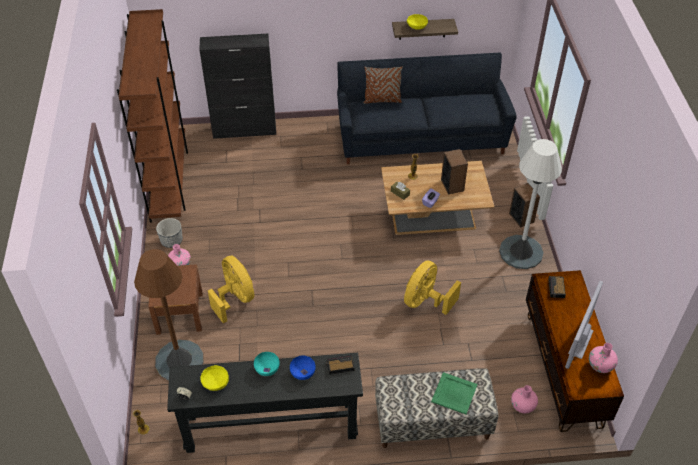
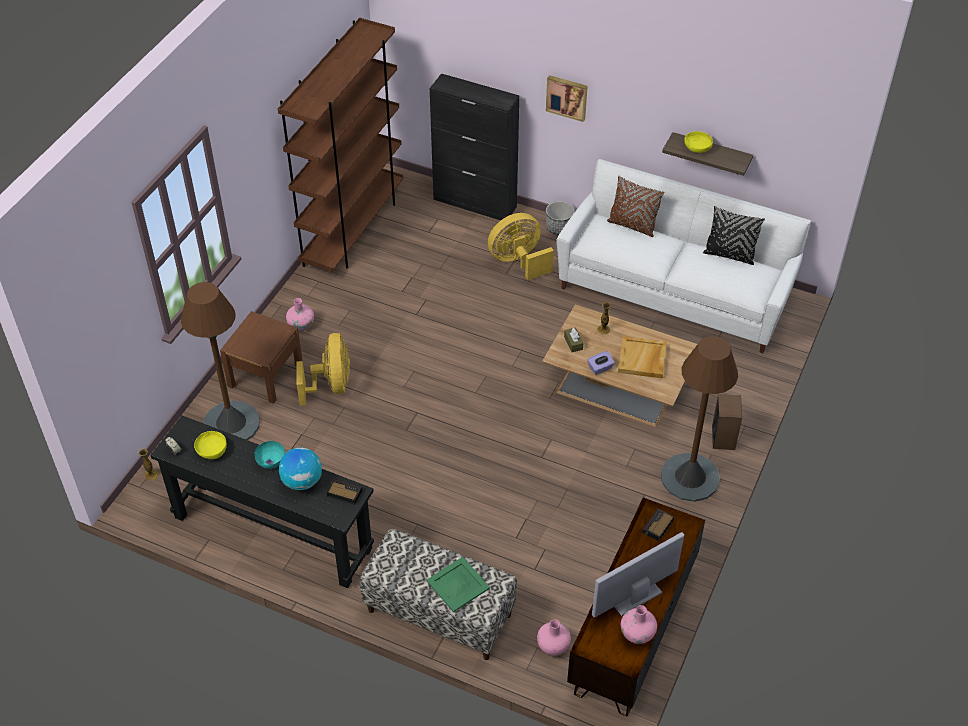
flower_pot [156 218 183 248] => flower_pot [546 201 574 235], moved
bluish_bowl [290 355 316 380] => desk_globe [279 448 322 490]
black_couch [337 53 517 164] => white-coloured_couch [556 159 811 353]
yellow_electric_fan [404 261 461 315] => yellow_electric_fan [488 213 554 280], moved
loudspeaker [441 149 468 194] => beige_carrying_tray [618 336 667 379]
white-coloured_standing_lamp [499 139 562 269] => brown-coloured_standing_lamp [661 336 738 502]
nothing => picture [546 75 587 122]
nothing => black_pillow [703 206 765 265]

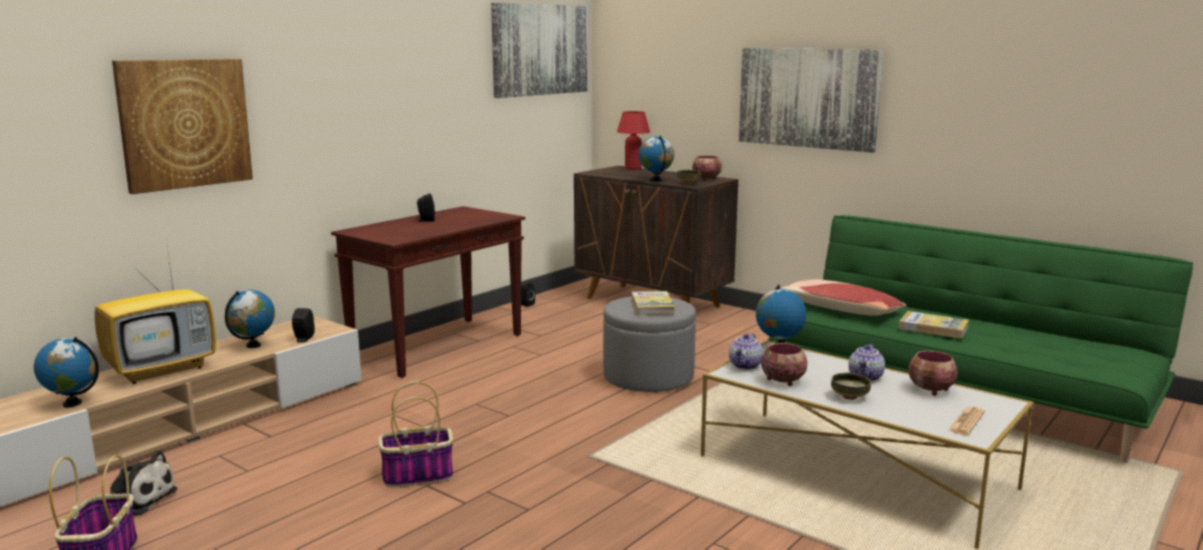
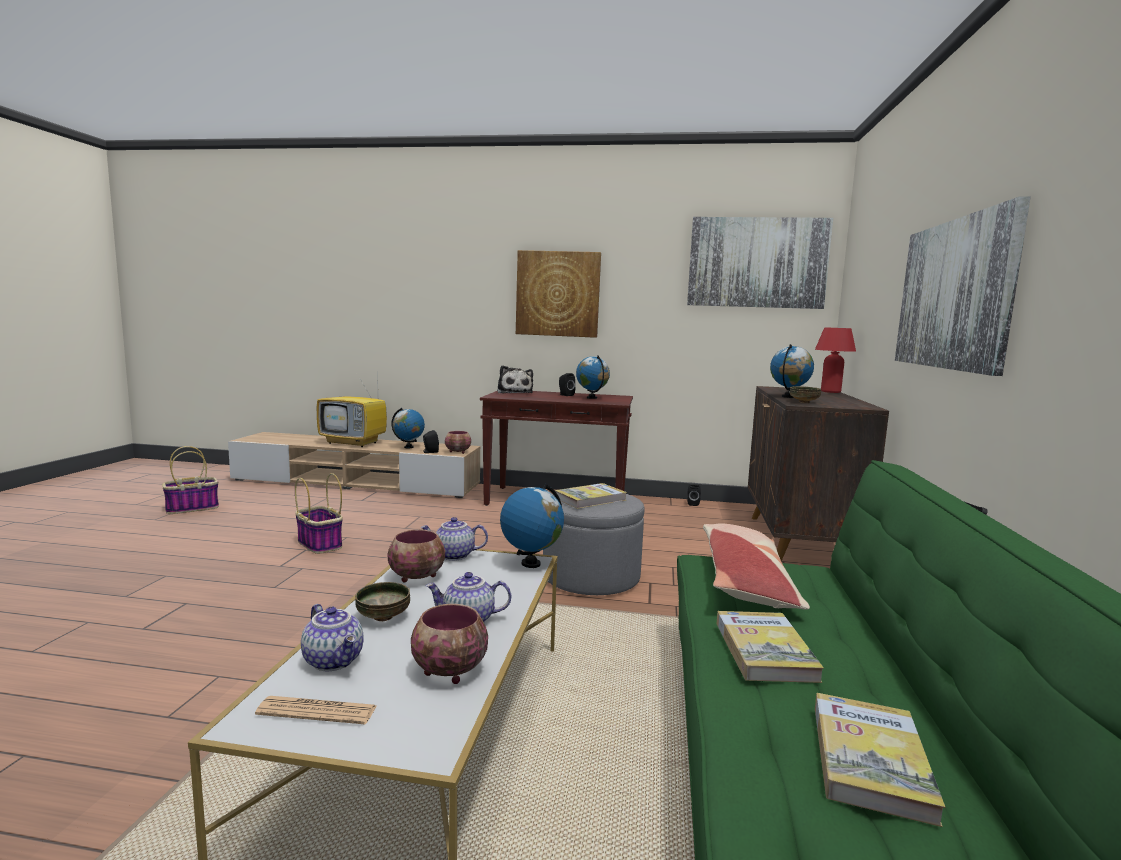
desk_globe [34 337 99 408] => desk_globe [576 355 610 399], moved
cuddly_toy [101 450 177 515] => cuddly_toy [497 365 533 393], moved
picture [112 59 253 194] => picture [516 250 601 338], moved
bowl [693 156 722 180] => bowl [445 431 471 454], moved
nothing => teapot [301 604 363 671]
nothing => book [815 693 945 827]

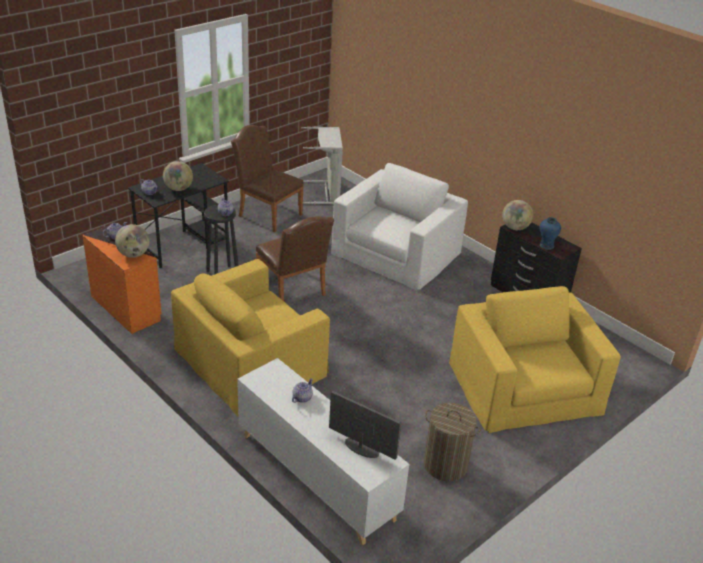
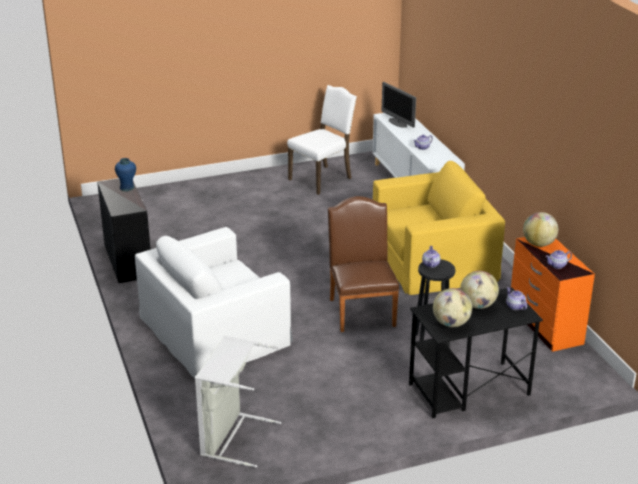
brown-coloured_plain_chair [231 125 304 232] => nothing
hamper [424 403 481 481] => white-coloured_plain_chair [287 85 357 195]
yellow_lounge_chair [449 286 621 433] => nothing
desk_globe [502 200 533 230] => desk_globe [433 288 472 327], moved

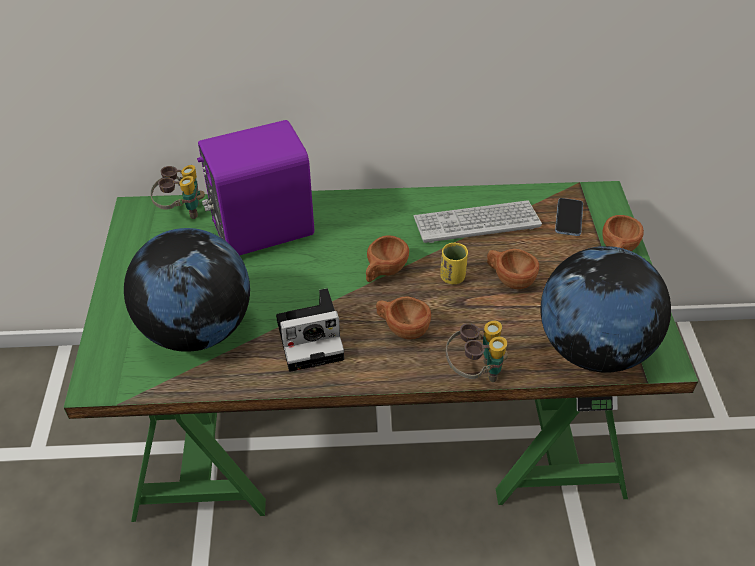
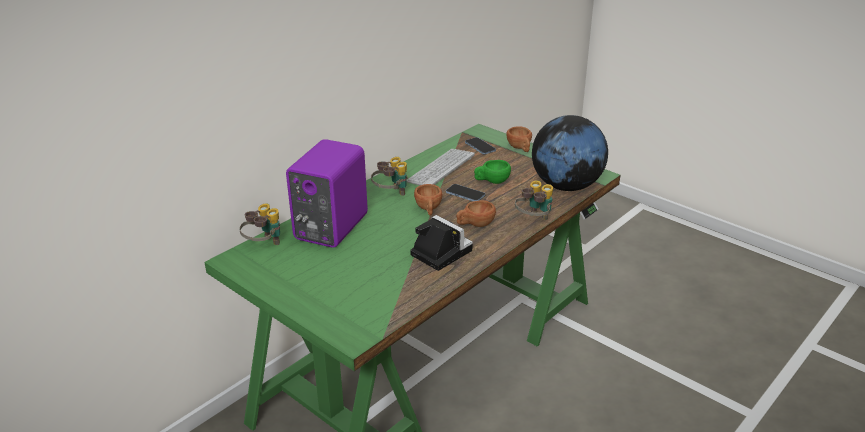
desk_globe [124 228 250 352] => nothing
photo_camera [276 288 344 372] => photo_camera [410 215 473 271], 75 degrees counterclockwise
yellow_cup [440 243 468 284] => handset [446 184 485 201]
brown-coloured_cup [487 249 539 289] => green-coloured_cup [474 160 511 184]
nothing => binoculars [371 157 408 196]

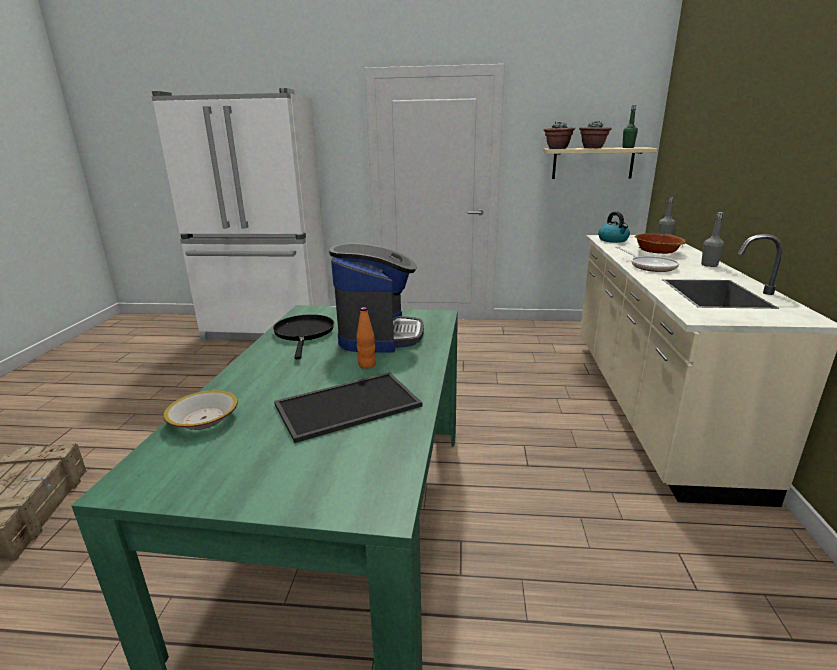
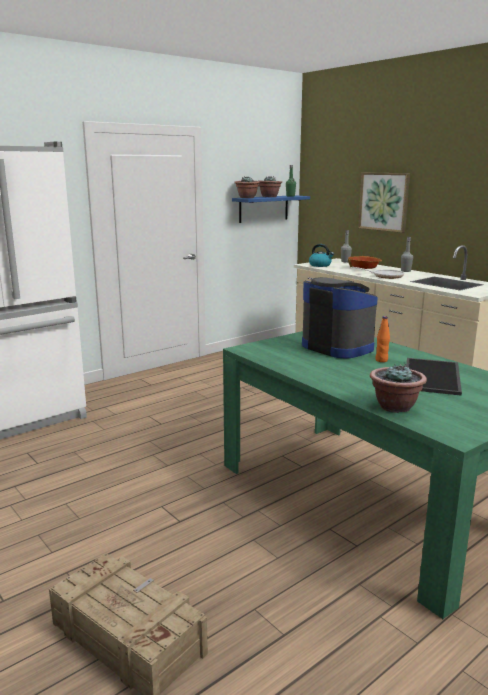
bowl [163 390 238 430] => plant_in_a_pot [370 363 427 413]
black_pan [273 314 334 359] => nothing
beige_bracket_shelf [543 147 657 179] => bluish_bracket_shelf [232 195 310 223]
nothing => picture [358 173 410 233]

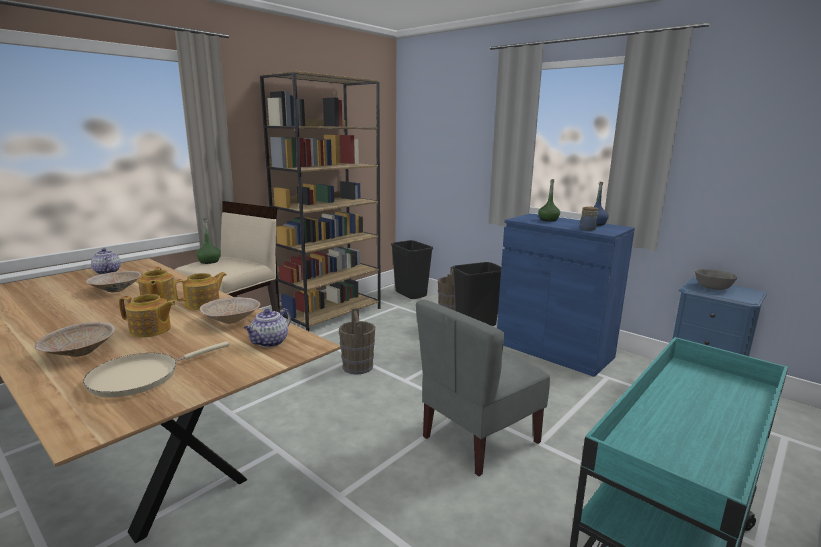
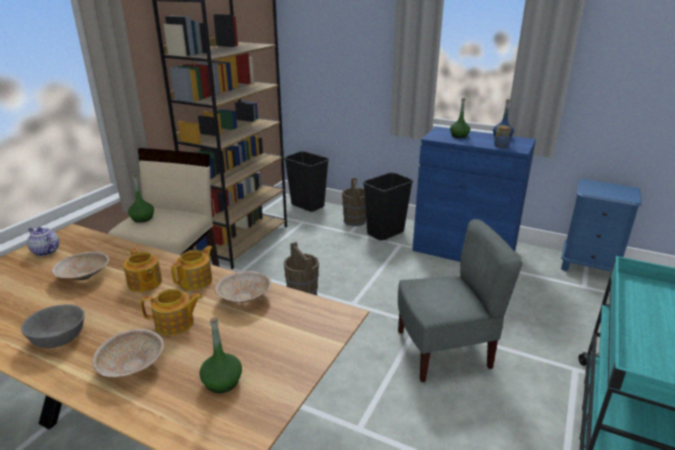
beige_pan [83 341 230 397] => green-coloured_drink_bottle [199 317 242 393]
teapot [244 308 291 347] => nothing
gray_plain_chair [416 300 550 476] => gray_plain_chair [398 219 523 382], 135 degrees counterclockwise
gray_bowl [695 269 738 290] => gray_bowl [21 304 85 348], moved

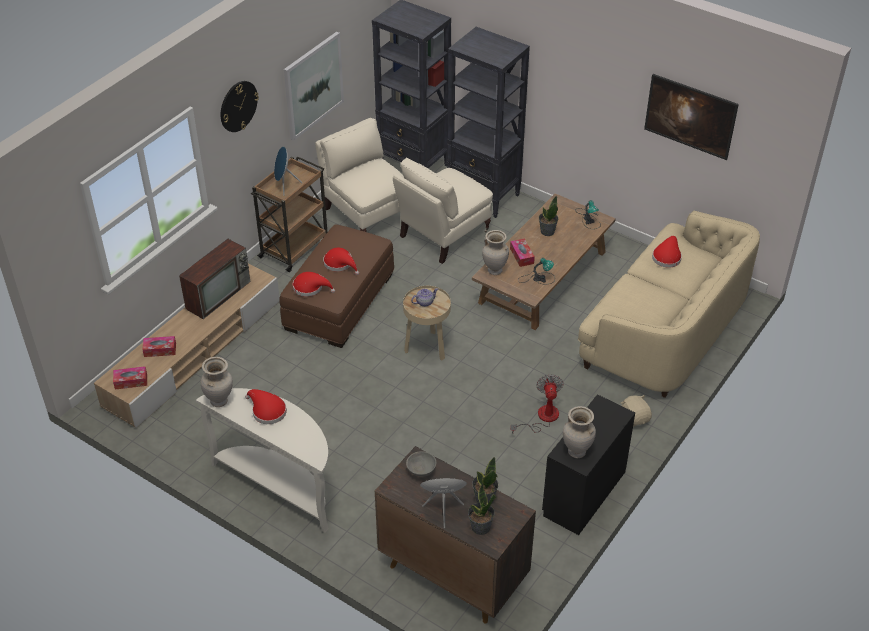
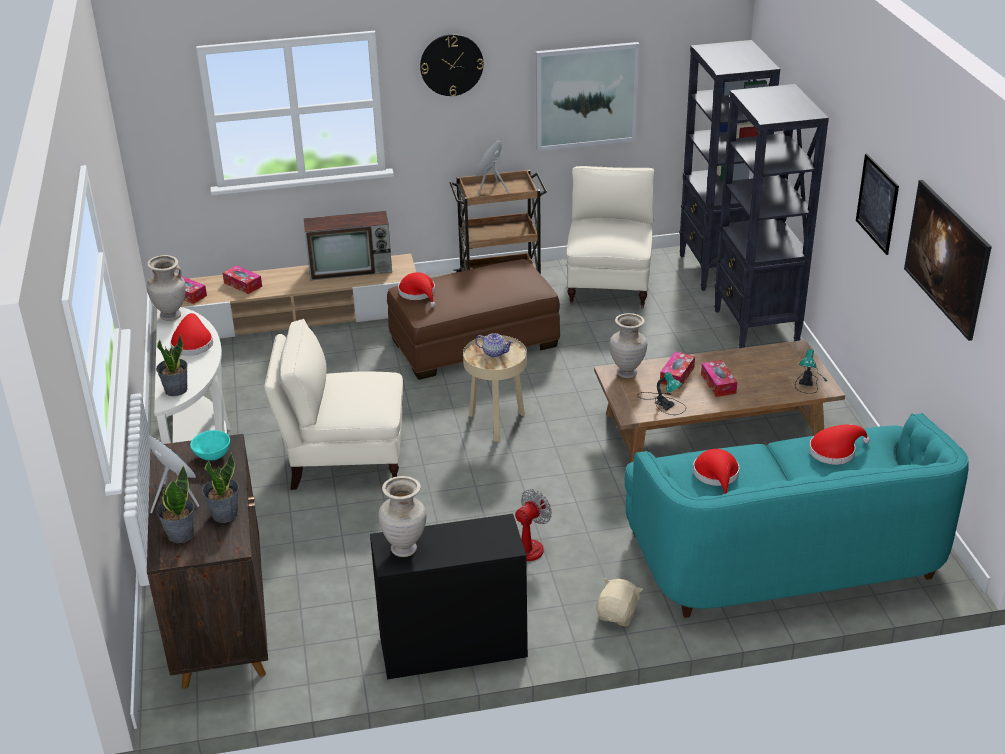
red_clothing_hat [323 248 359 275] => red_clothing_hat [693 449 739 495], moved
beige_lounge_chair [393 157 493 264] => beige_lounge_chair [264 319 403 490], moved
gray_bowl [406 451 436 477] => blue-green_bowl [190 430 230 461]
plant_in_a_pot [539 195 558 236] => plant_in_a_pot [156 334 188 396], moved
beige_couch [578 211 760 398] => blue-green_couch [625 413 969 618]
nothing => tissue_holder [701 360 737 397]
nothing => picture [856 154 899 255]

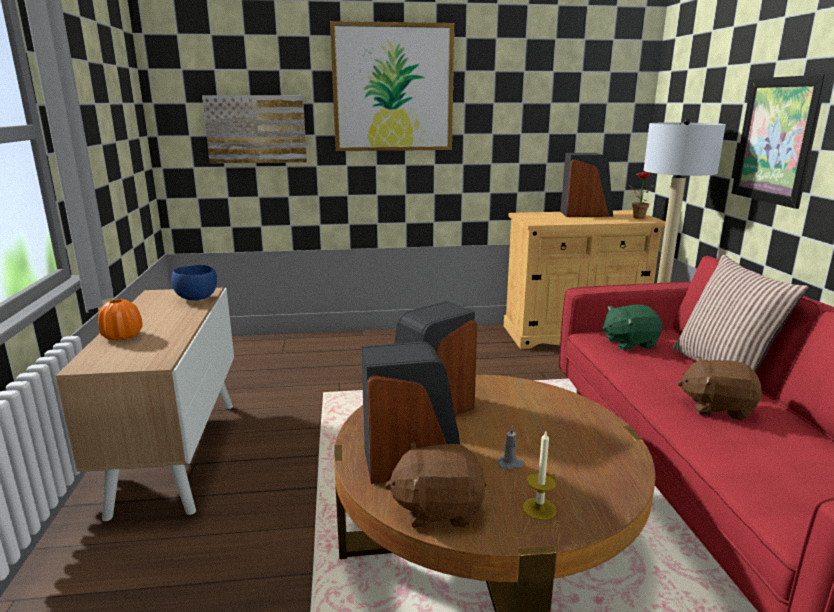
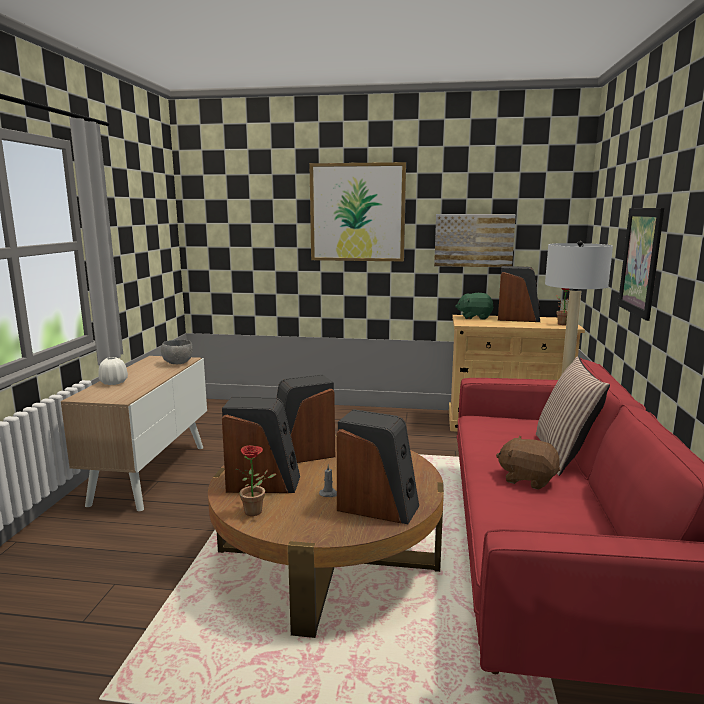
orangey_vase [98 299 143 341] => white-coloured_vase [98 357 128 385]
bluish_bowl [171 265 217 300] => gray_bowl [161 340 193 364]
picture [202 95 307 163] => picture [434 214 516 267], moved
brown-coloured_cuddly_toy [385 441 487 528] => plant_in_a_pot [236 445 276 516]
candle [522 431 557 520] => nothing
green-coloured_cuddly_toy [603 305 662 350] => green-coloured_cuddly_toy [455 293 494 319], moved
nothing => loudspeaker [337 409 419 524]

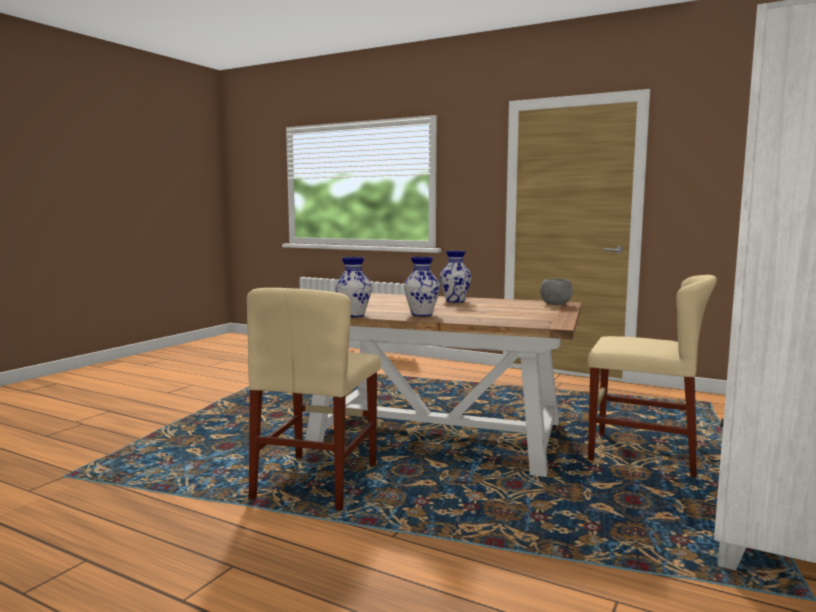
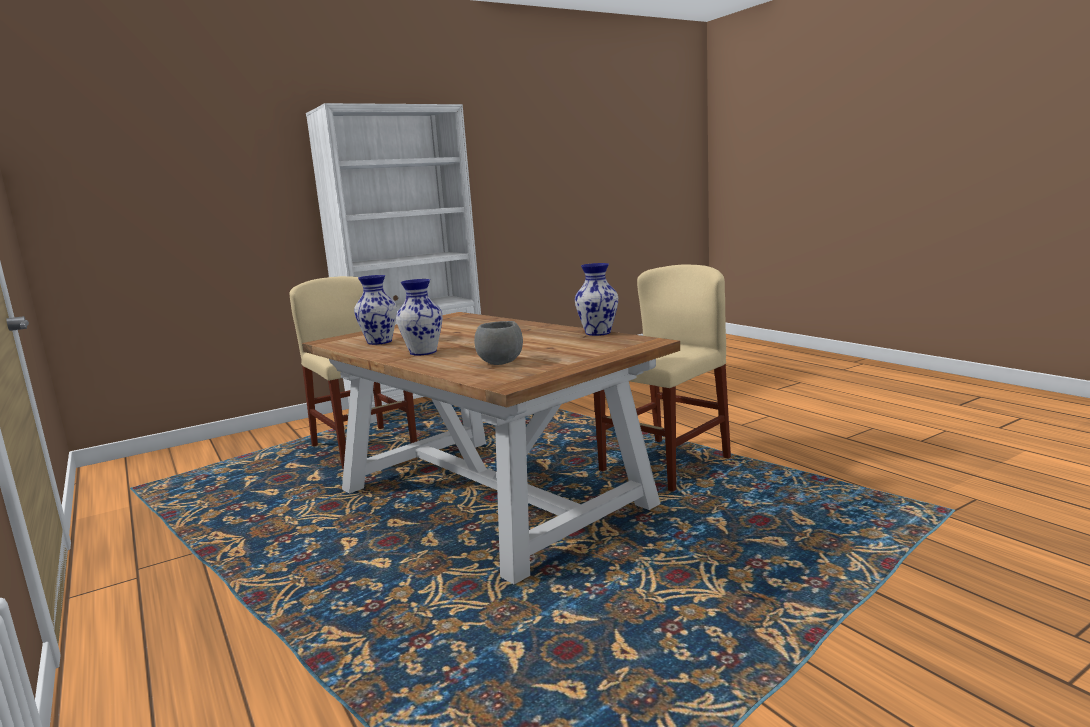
vase [404 257 440 316] => vase [354 275 397 345], moved
gray_bowl [540 278 573 305] => gray_bowl [474 321 523 365], moved

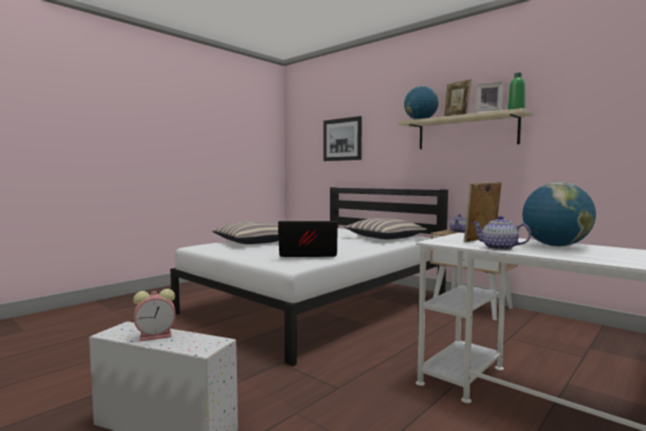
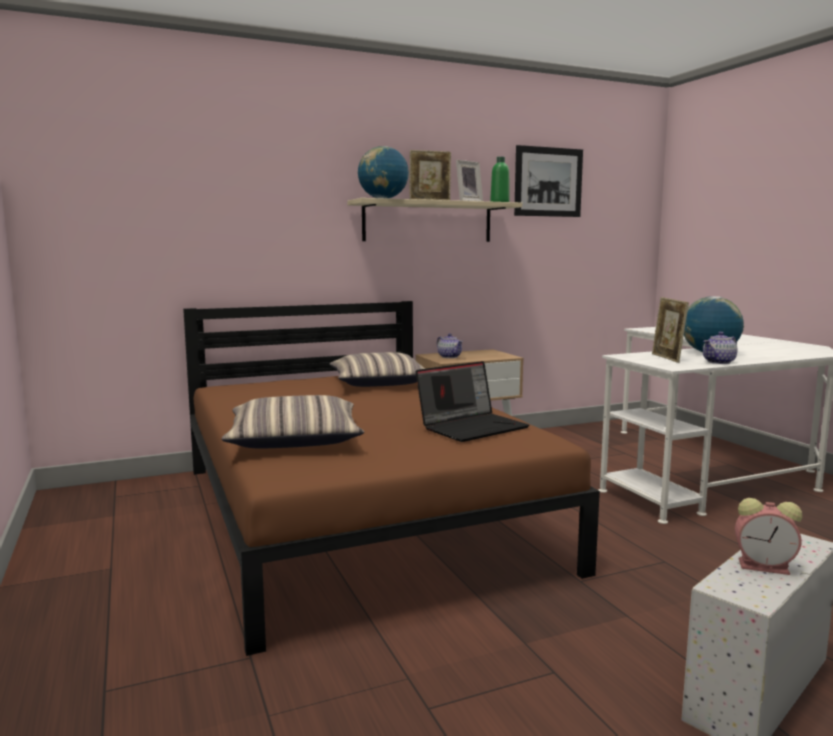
bedside_clock [133 289 176 341] => bedside_clock [735 498 802 575], 105 degrees clockwise
white-coloured_bed [170 187 448 367] => brown-coloured_bed [183 301 600 656]
laptop [278 221 338 257] => laptop [416 361 529 442], 150 degrees counterclockwise
picture [323 116 362 161] => picture [514 145 583 217], moved

